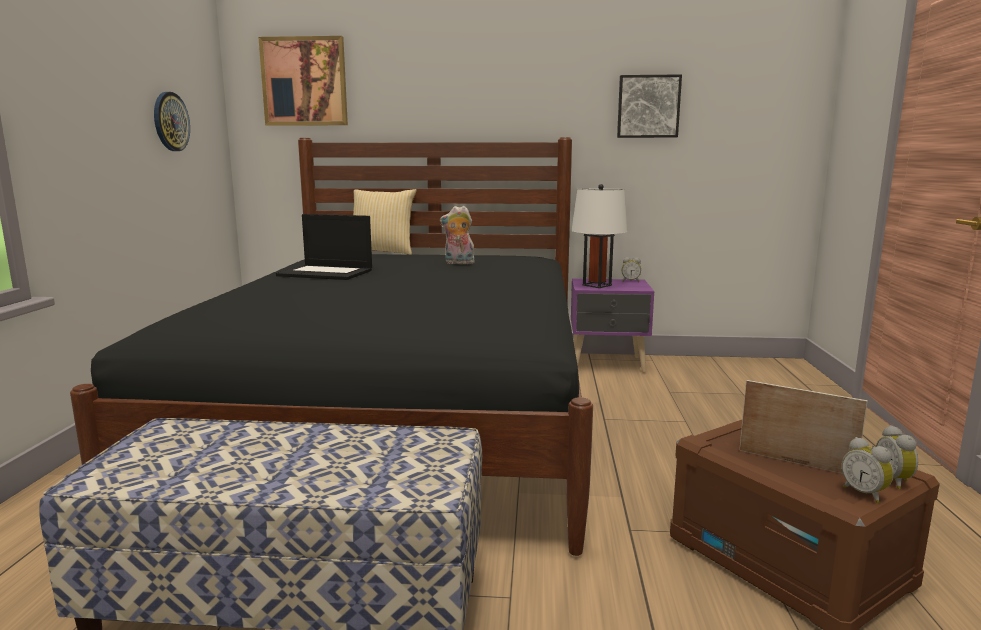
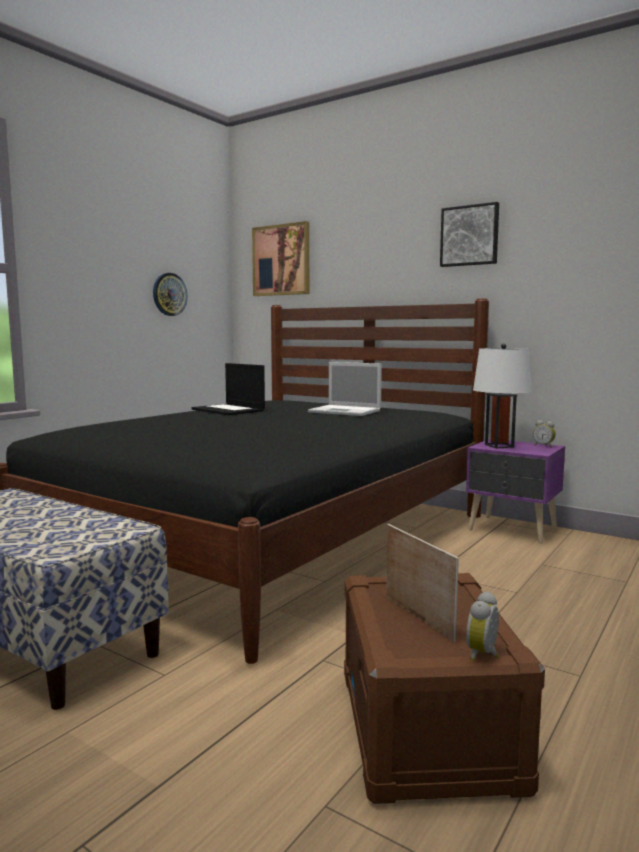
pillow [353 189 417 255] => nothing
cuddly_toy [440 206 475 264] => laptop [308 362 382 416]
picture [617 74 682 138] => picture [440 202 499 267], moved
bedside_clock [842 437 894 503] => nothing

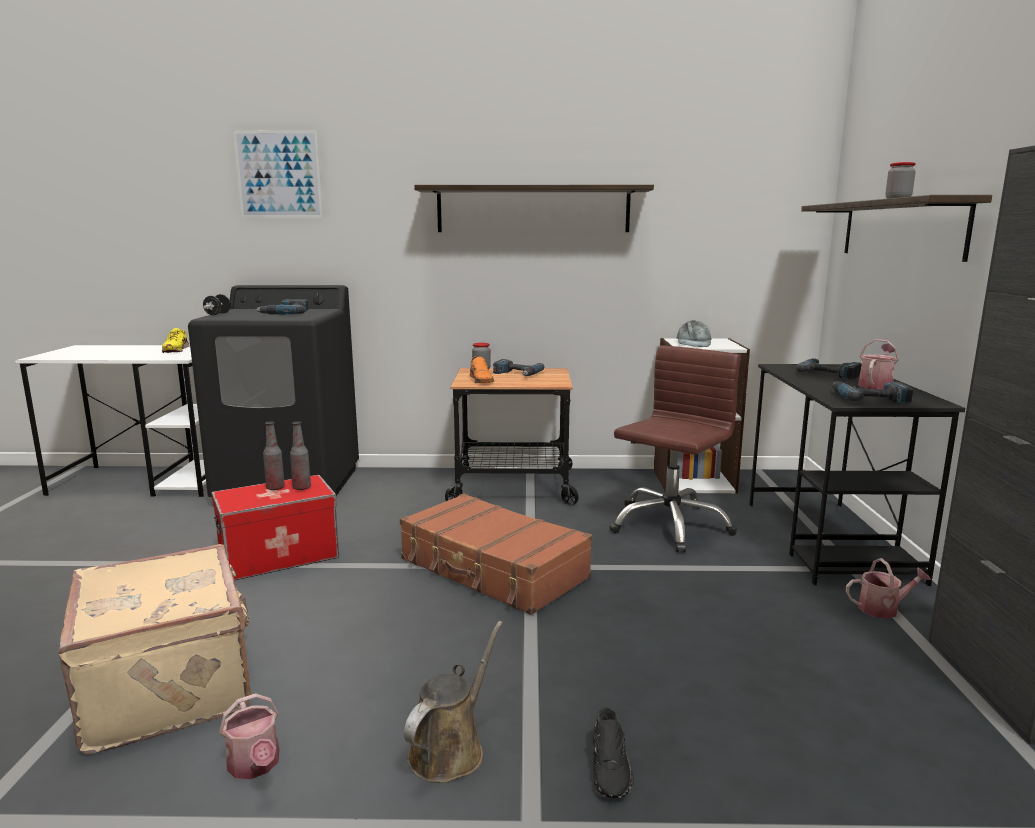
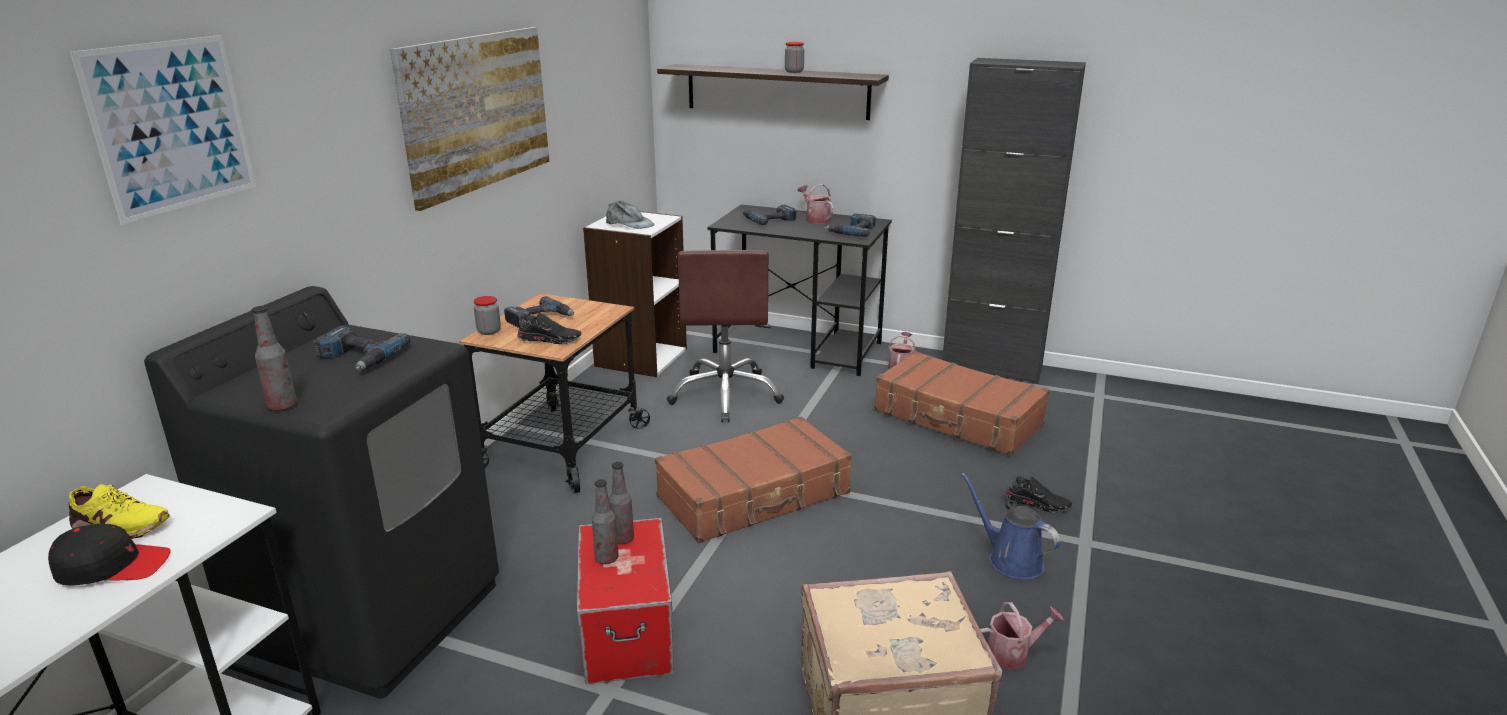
black_dumbbell [203 294 231 315] => drink_bottle [252 306 297 411]
brown-coloured_sprinkling_can [404 621 503 783] => bluish_sprinkling_can [961 473 1061 579]
bracket_shelf [414 185 654 232] => picture [390 27 549 211]
orangey_low_shoe [470 356 494 383] => black_low_shoe [517 313 582 344]
brown-coloured_desk_chair [609 345 741 553] => brown-coloured_desk_chair [667 250 784 422], 150 degrees counterclockwise
nothing => black_baseball_cap [48 524 171 586]
nothing => brown-coloured_piece_of_luggage [874 351 1049 456]

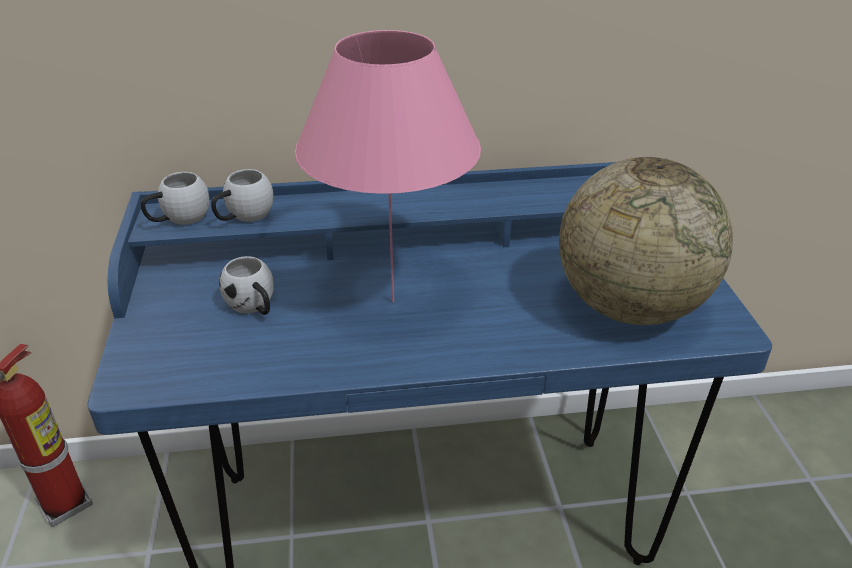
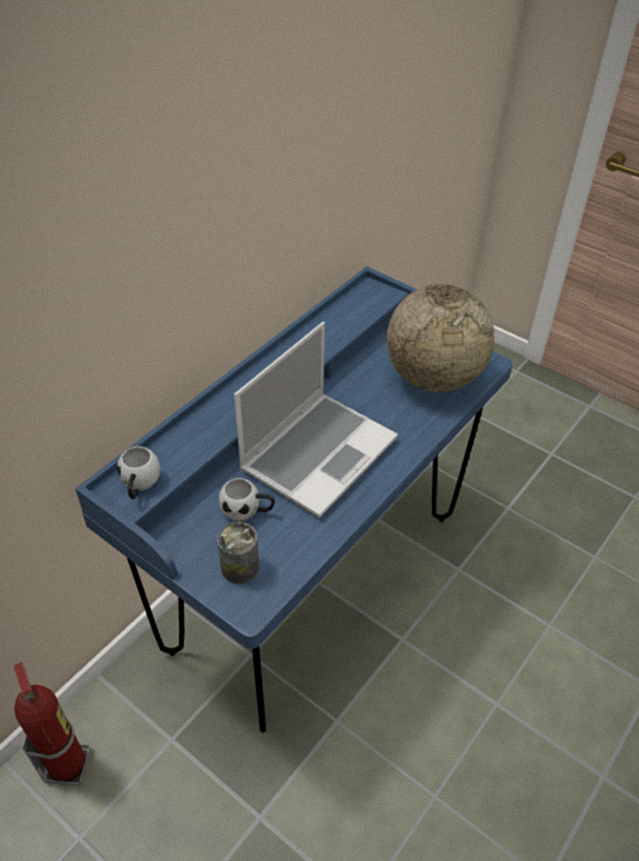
white-coloured_mug [211 169 273 222] => nothing
pinkish_tabletop_lamp [295 30 481 302] => laptop [234 322 398 518]
nothing => metal_can [217 522 259 584]

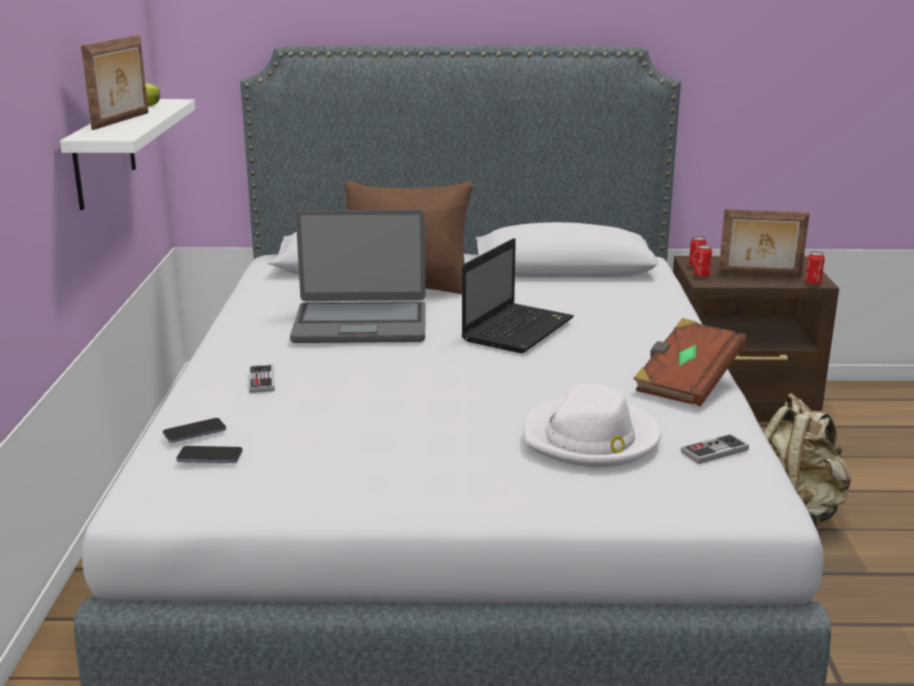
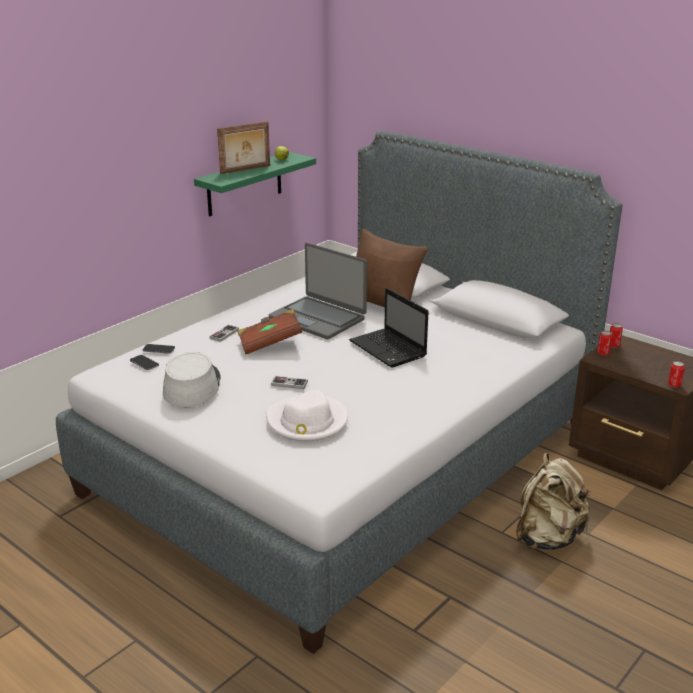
white-coloured_bracket_shelf [60 99 195 210] => green-coloured_bracket_shelf [194 152 316 216]
laptop [461 238 574 353] => laptop [349 288 429 368], 75 degrees clockwise
brown-coloured_book [633 318 747 406] => brown-coloured_book [238 309 302 354], moved
joypad [681 434 749 464] => joypad [271 376 308 389], moved
picture_frame [719 209 810 276] => nothing
nothing => gray_clothing_hat [163 352 221 408]

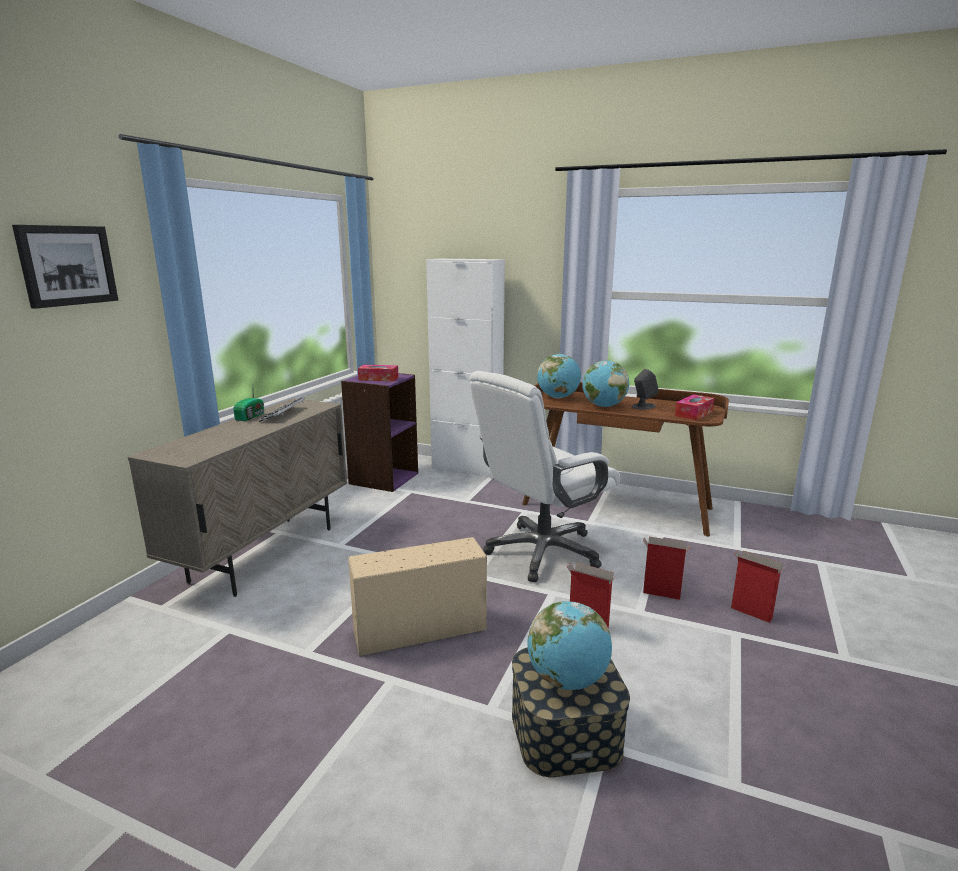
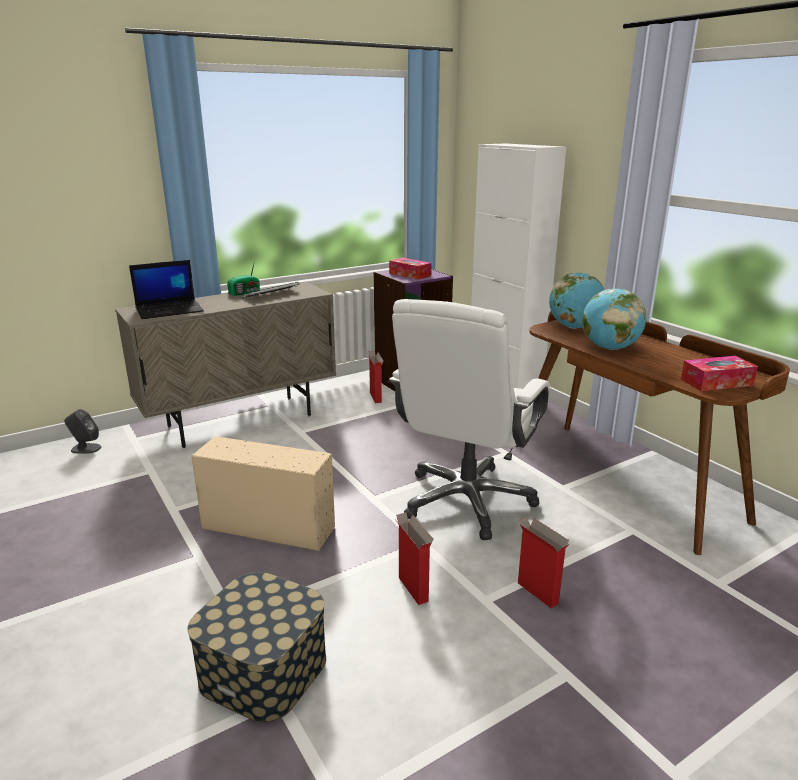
picture [12 225 118 309] => nothing
white-coloured_desk_chair [470 371 620 582] => white-coloured_desk_chair [389 299 550 540], 60 degrees counterclockwise
desk_globe [527 601 612 691] => nothing
gray_loudspeaker [632 369 658 410] => gray_loudspeaker [64 409 101 454], moved
cardboard_box [731 551 785 623] => cardboard_box [368 351 383 403], moved
nothing => laptop [129 260 204 319]

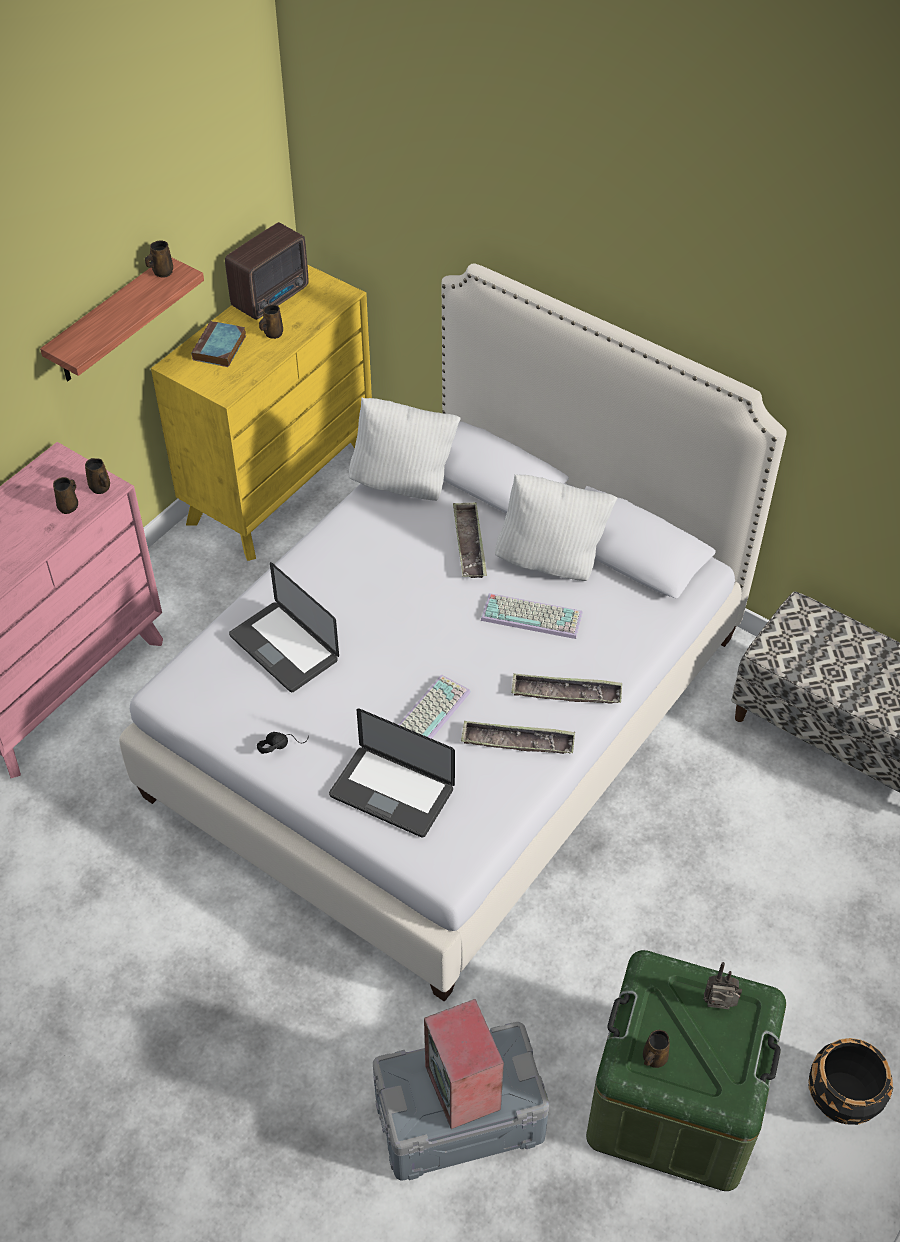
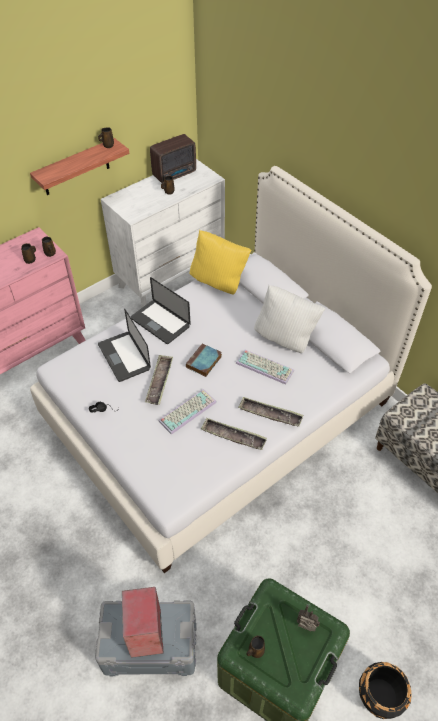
yellow_chest_of_drawers [151 265 372 561] => white-coloured_chest_of_drawers [101 159 225 307]
book [191 321 246 367] => book [186 343 222 377], moved
laptop [329 709 455 837] => laptop [131 277 191 344], moved
white-coloured_pillow [349 398 461 501] => yellow_pillow [190 230 252 295]
carrying_tray [453 502 487 578] => carrying_tray [145 355 173 405], moved

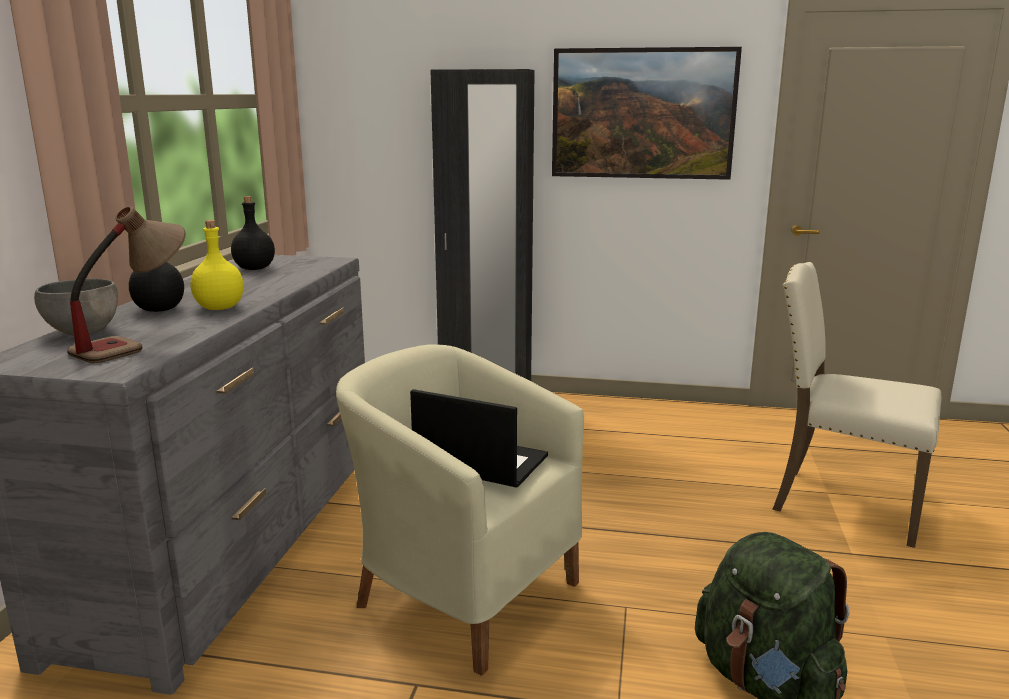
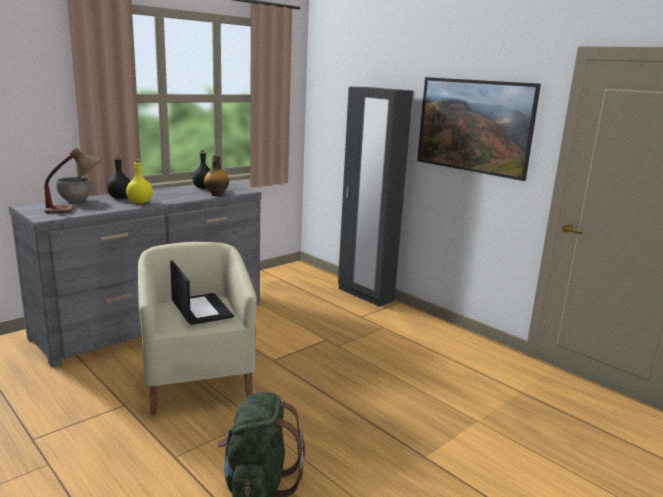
beige_plain_chair [772 262 941 548] => nothing
nothing => drink_bottle [204 155 229 196]

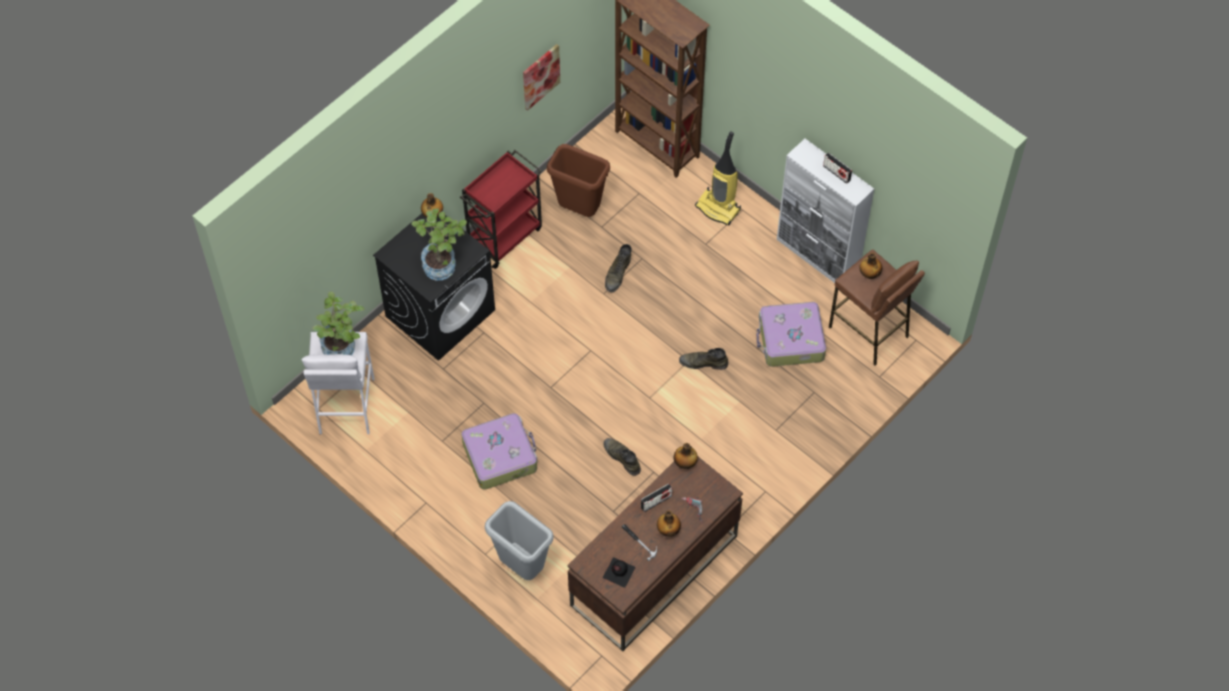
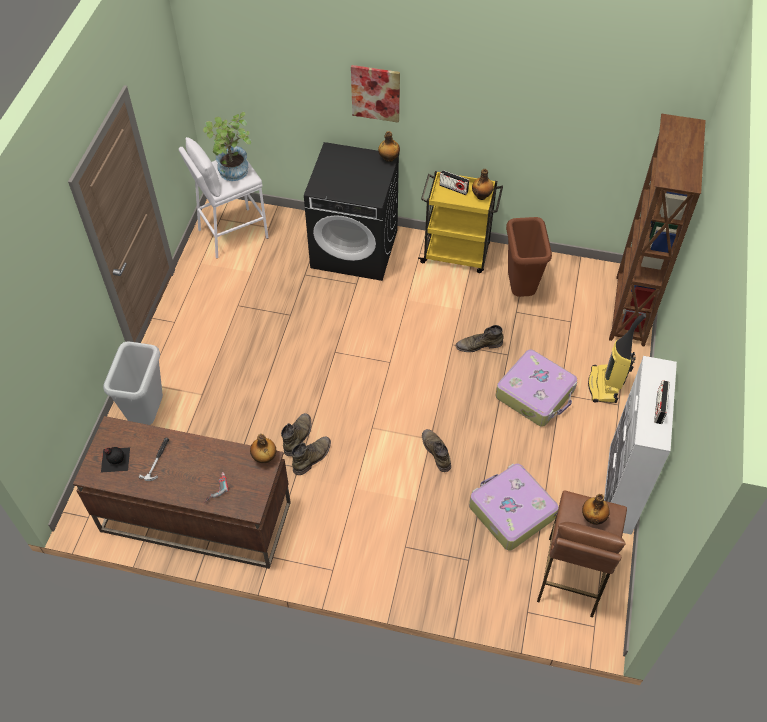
plant_in_a_pot [411 208 467 280] => nothing
red_wheeled_cart [460 150 542 269] => yellow_wheeled_cart [418 171 503 273]
piece_of_luggage [461 413 538 490] => piece_of_luggage [496 349 577 427], moved
picture [523 44 560 111] => picture [351 65 400 123], moved
radio [641 483 672 512] => radio [439 170 469 195], moved
drink_bottle [657 511 681 537] => drink_bottle [472 169 494 200], moved
nothing => green-coloured_tall_boot [292 436 331 475]

